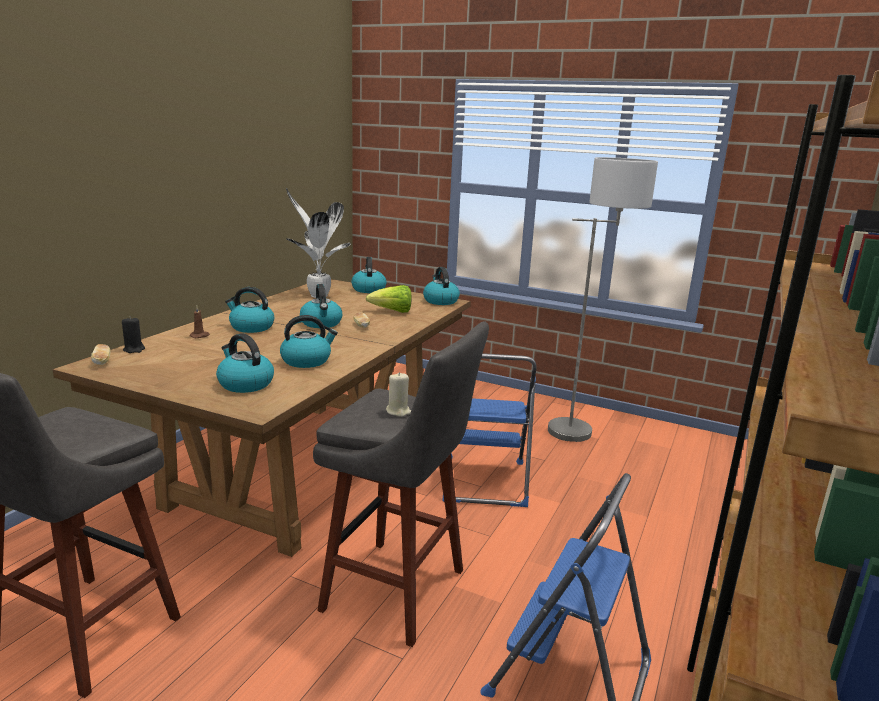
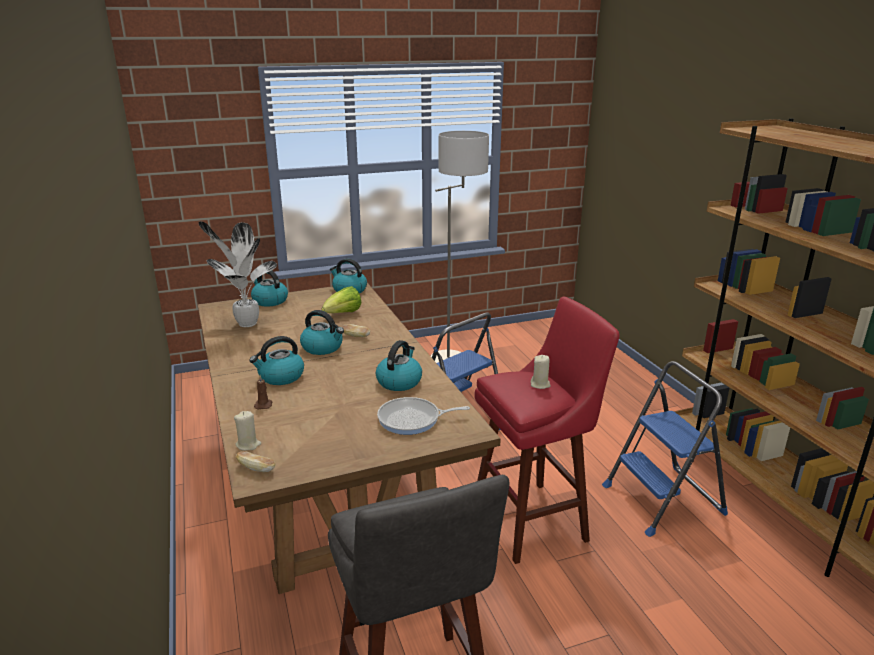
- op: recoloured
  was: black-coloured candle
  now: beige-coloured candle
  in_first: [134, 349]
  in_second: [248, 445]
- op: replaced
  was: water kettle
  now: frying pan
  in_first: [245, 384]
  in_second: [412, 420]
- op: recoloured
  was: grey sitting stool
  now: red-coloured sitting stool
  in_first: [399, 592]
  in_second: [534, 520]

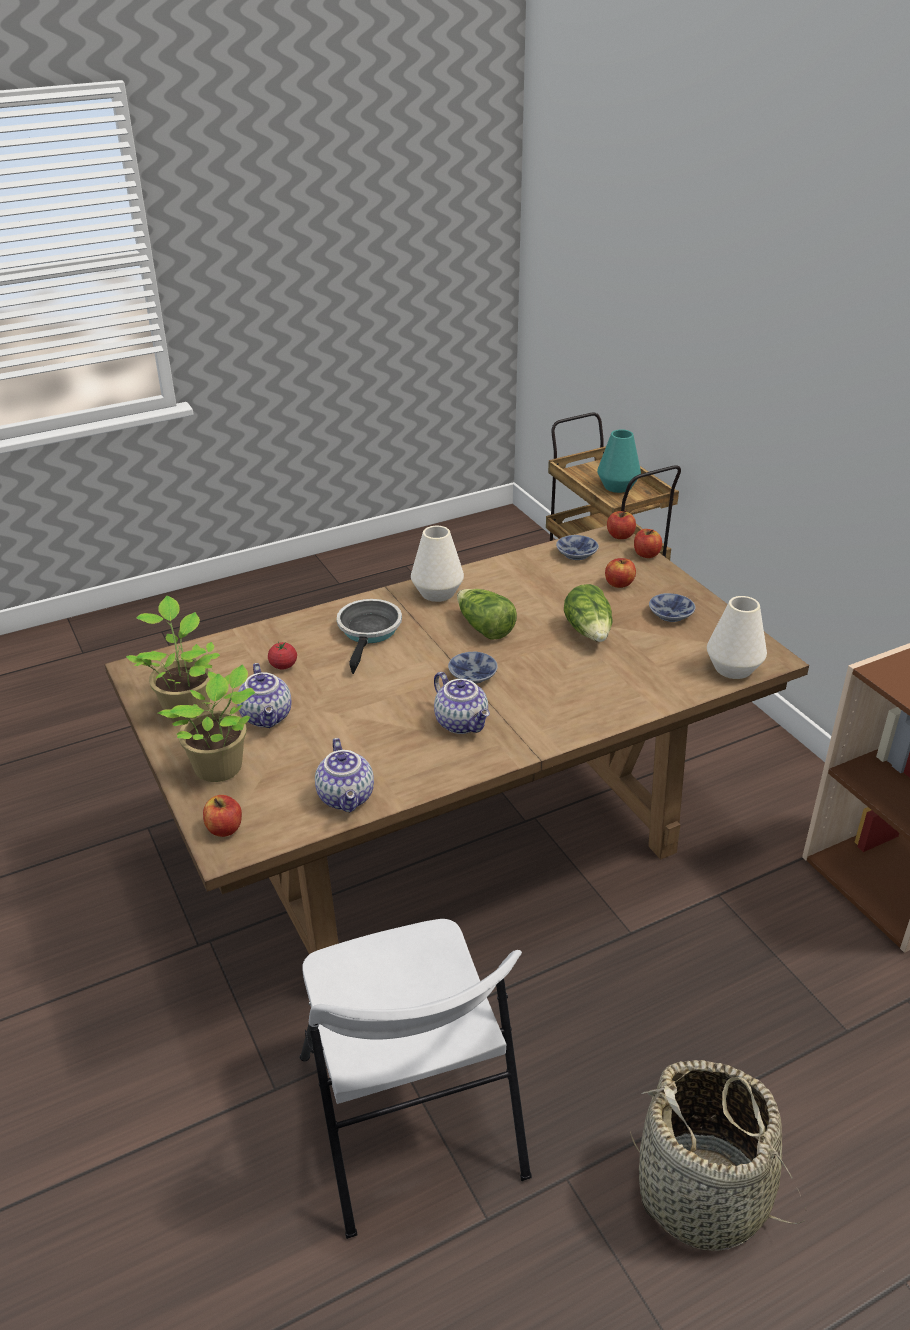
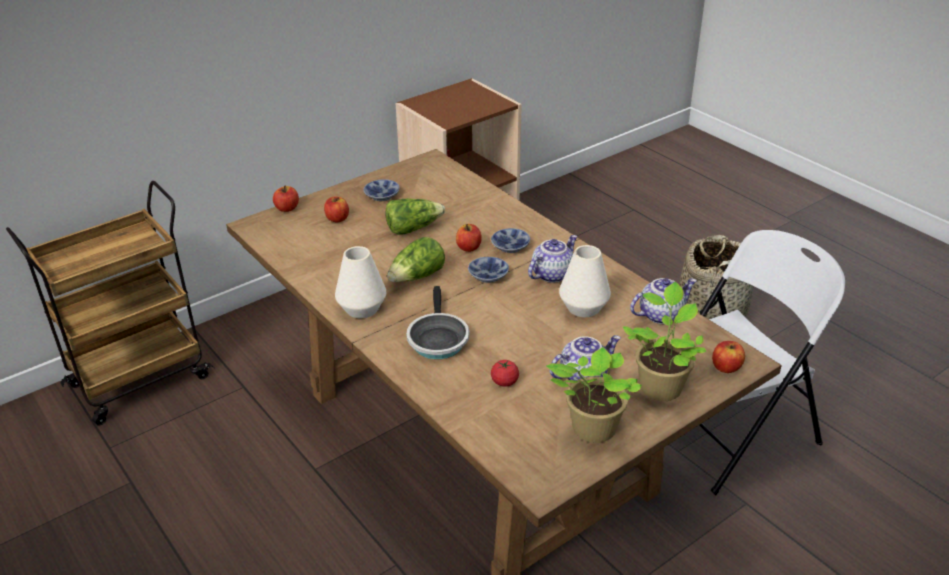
- op: turned
  was: frying pan
  in_first: [369, 632]
  in_second: [437, 339]
  clockwise: -90
- op: moved
  was: serving bowl
  in_first: [578, 554]
  in_second: [511, 246]
- op: removed
  was: turquoise-coloured decorative vase
  in_first: [618, 486]
- op: moved
  was: apple
  in_first: [620, 536]
  in_second: [468, 247]
- op: moved
  was: whitish decorative vase
  in_first: [733, 668]
  in_second: [583, 307]

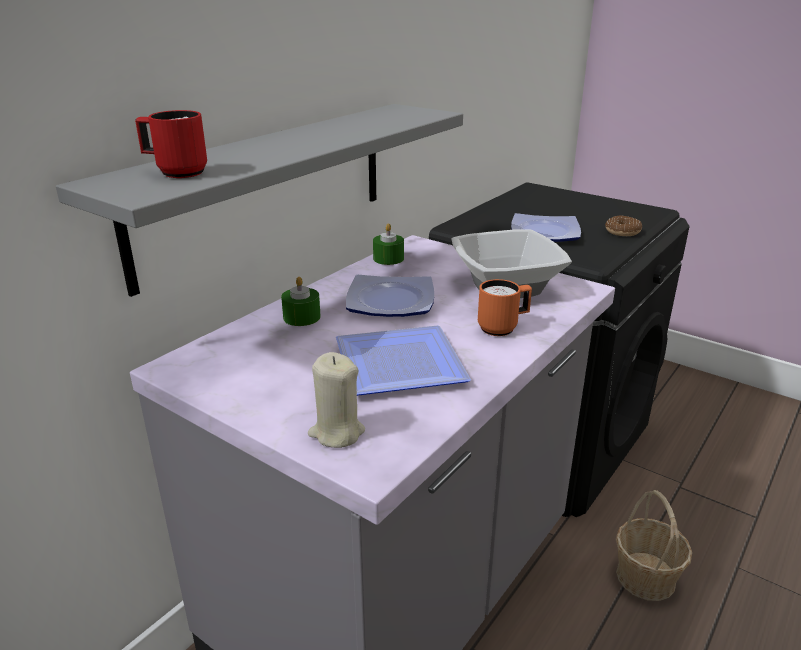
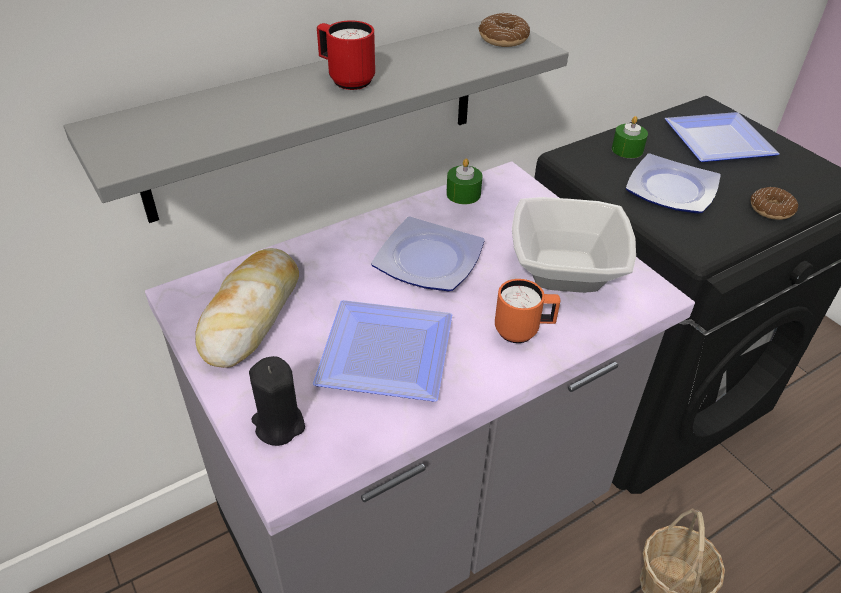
- op: moved
  was: red-coloured tea mug
  in_first: [175, 172]
  in_second: [346, 79]
- op: moved
  was: green-coloured candle
  in_first: [302, 317]
  in_second: [627, 149]
- op: recoloured
  was: beige-coloured candle
  now: black-coloured candle
  in_first: [336, 432]
  in_second: [278, 424]
- op: added
  now: bread
  in_second: [252, 314]
- op: added
  now: ring doughnut
  in_second: [503, 39]
- op: added
  now: dinner plate
  in_second: [722, 142]

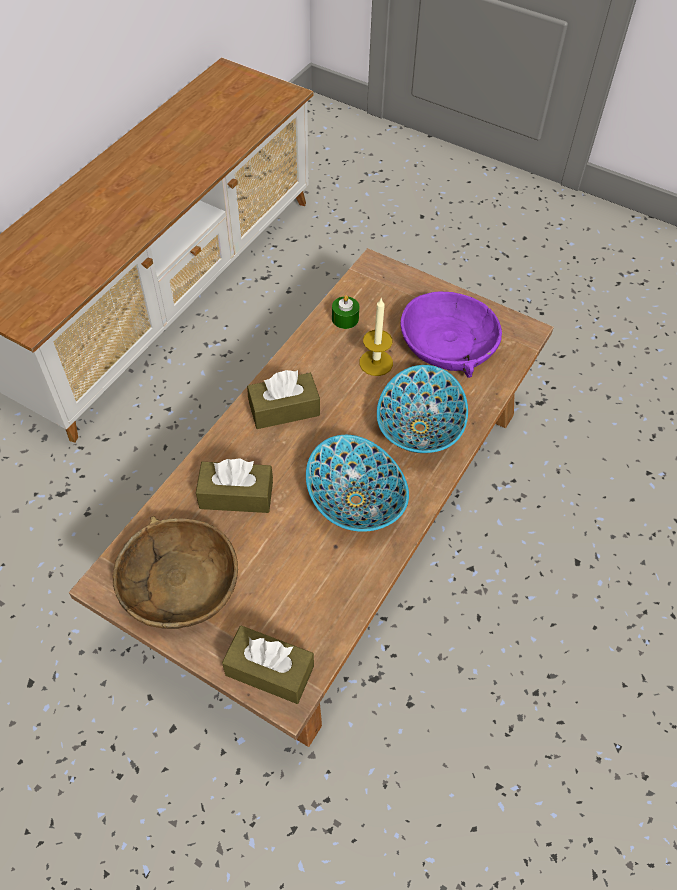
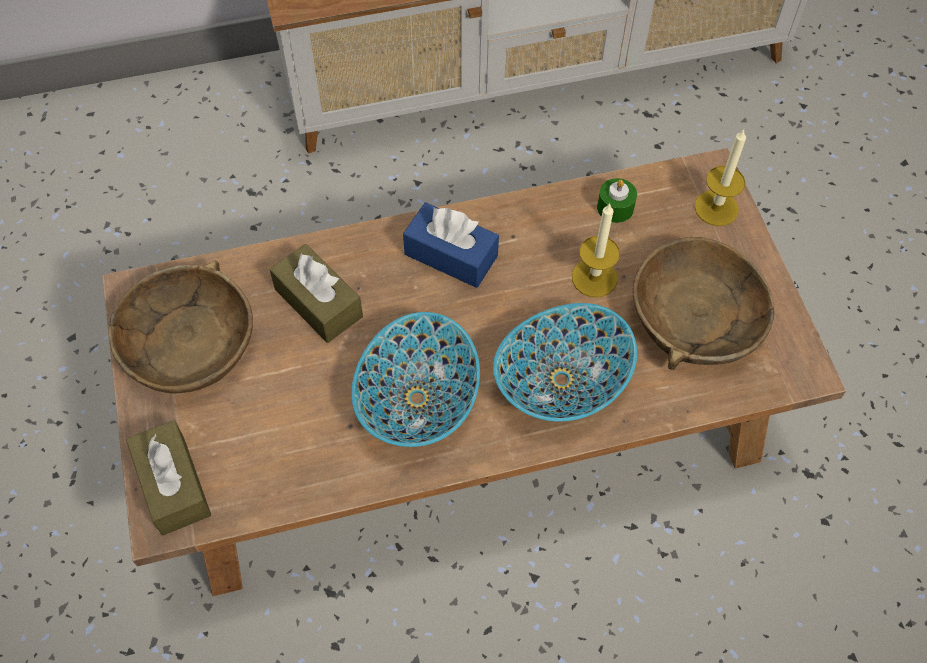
- op: recoloured
  was: brownish tissue holder
  now: bluish tissue holder
  in_first: [284, 409]
  in_second: [451, 255]
- op: recoloured
  was: purple-coloured serving bowl
  now: brownish serving bowl
  in_first: [448, 344]
  in_second: [696, 317]
- op: added
  now: candle
  in_second: [716, 208]

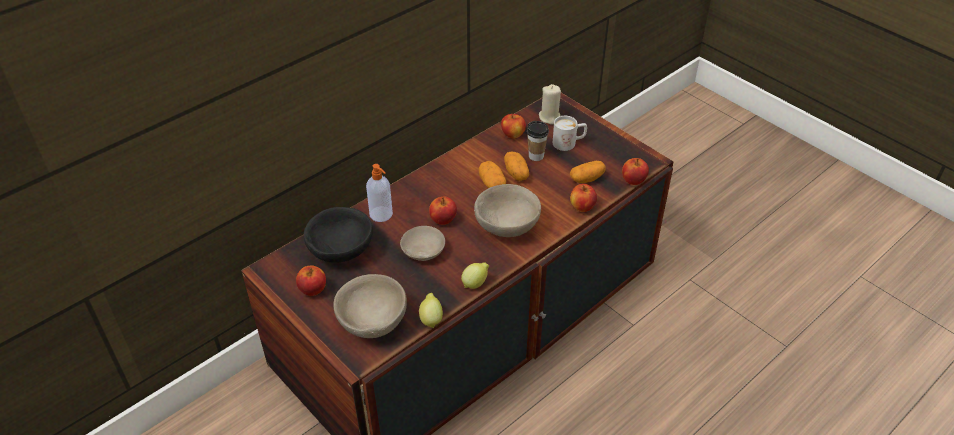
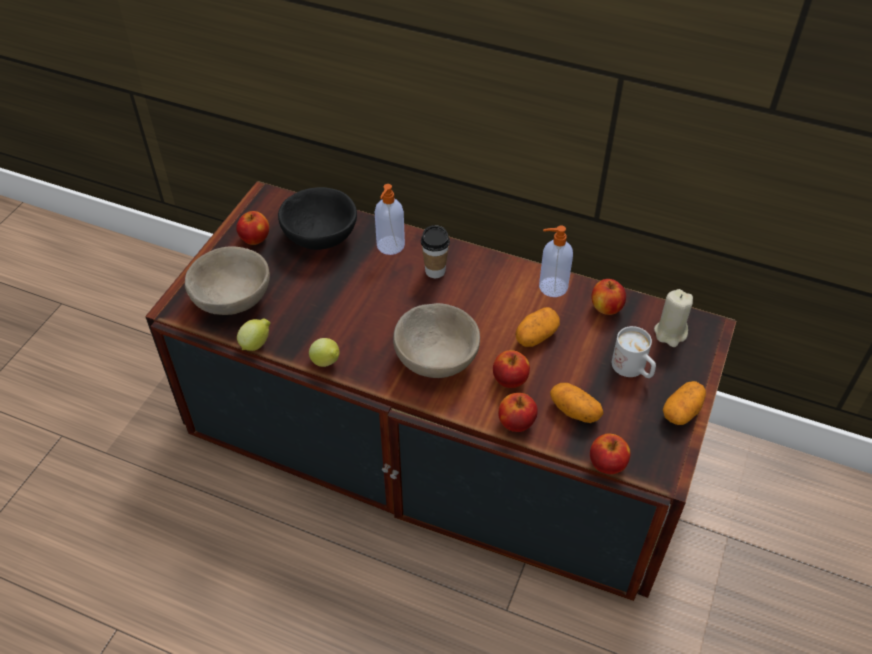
- op: removed
  was: beige-coloured serving bowl
  in_first: [425, 250]
- op: moved
  was: apple
  in_first: [443, 220]
  in_second: [510, 380]
- op: moved
  was: spud
  in_first: [491, 183]
  in_second: [682, 411]
- op: moved
  was: small cup
  in_first: [536, 156]
  in_second: [435, 271]
- op: added
  now: liquid soap bottle
  in_second: [552, 287]

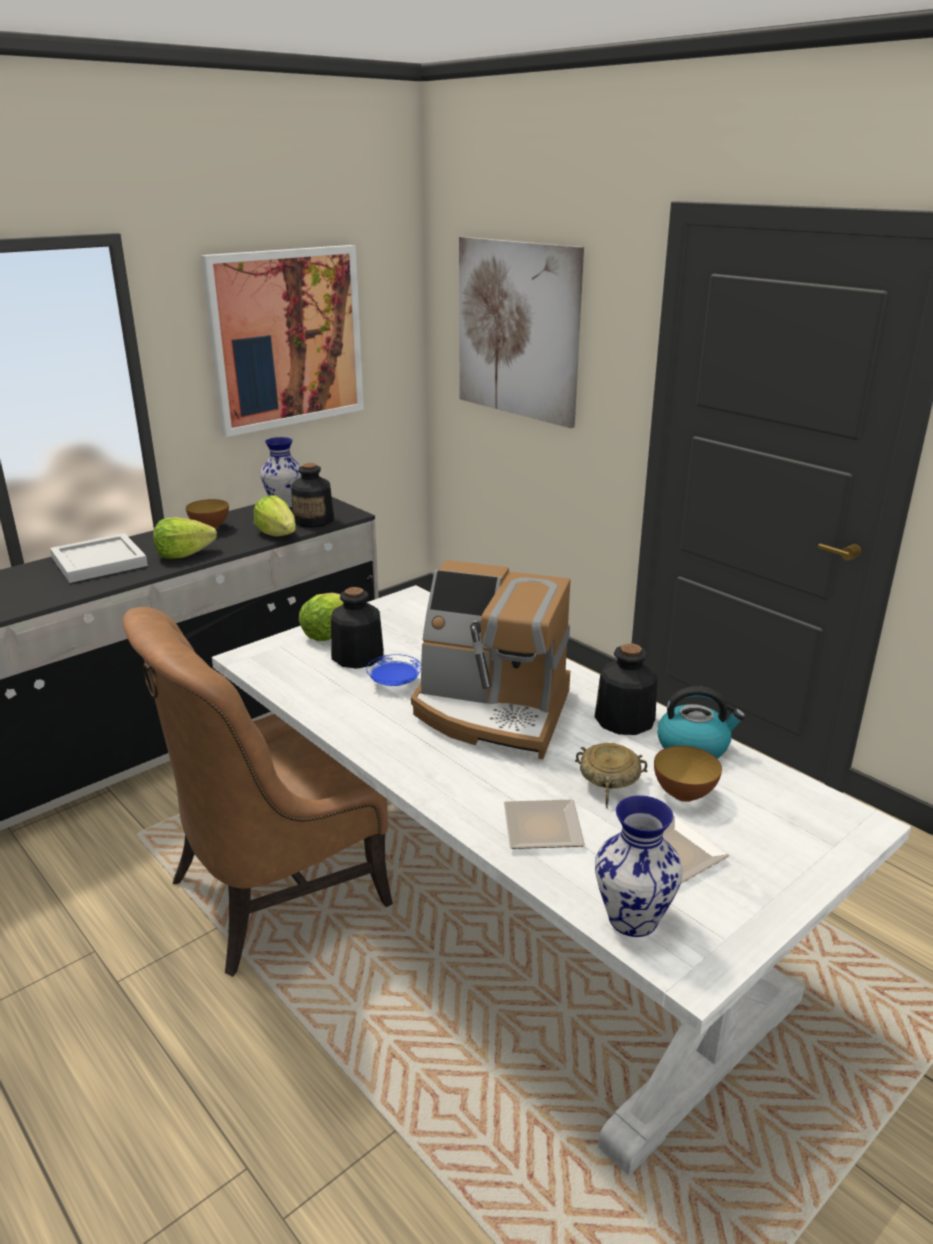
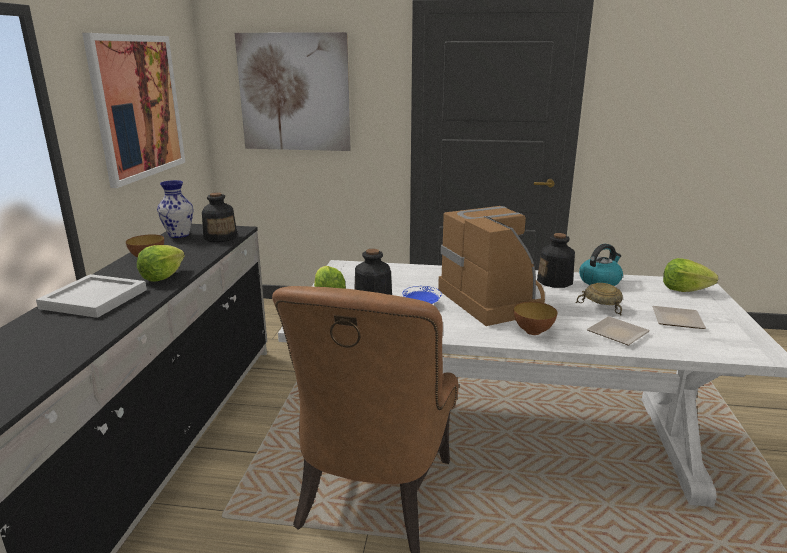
- op: moved
  was: head of lettuce
  in_first: [278, 534]
  in_second: [684, 289]
- op: turned
  was: coffee maker
  in_first: [492, 711]
  in_second: [495, 299]
  clockwise: -90
- op: removed
  was: decorative vase
  in_first: [634, 918]
- op: moved
  was: serving bowl
  in_first: [683, 794]
  in_second: [533, 331]

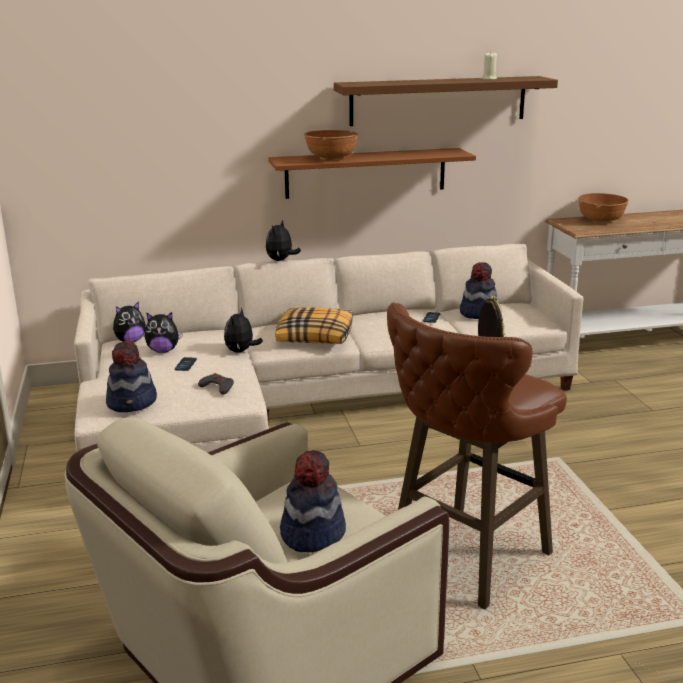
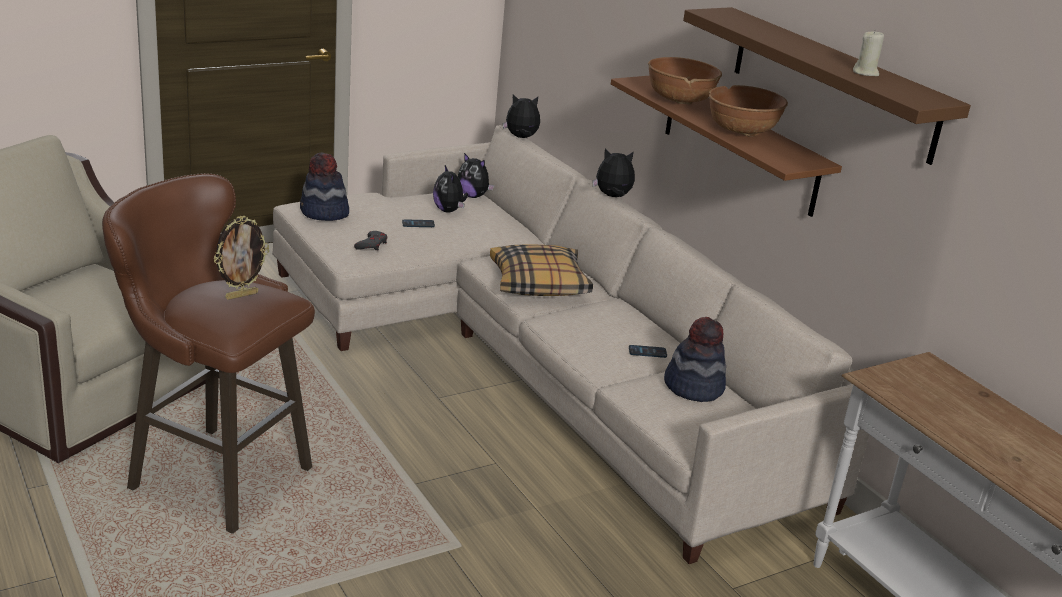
- op: moved
  was: plush toy
  in_first: [241, 351]
  in_second: [521, 138]
- op: removed
  was: clothing hat
  in_first: [312, 533]
- op: moved
  was: brownish serving bowl
  in_first: [601, 220]
  in_second: [741, 131]

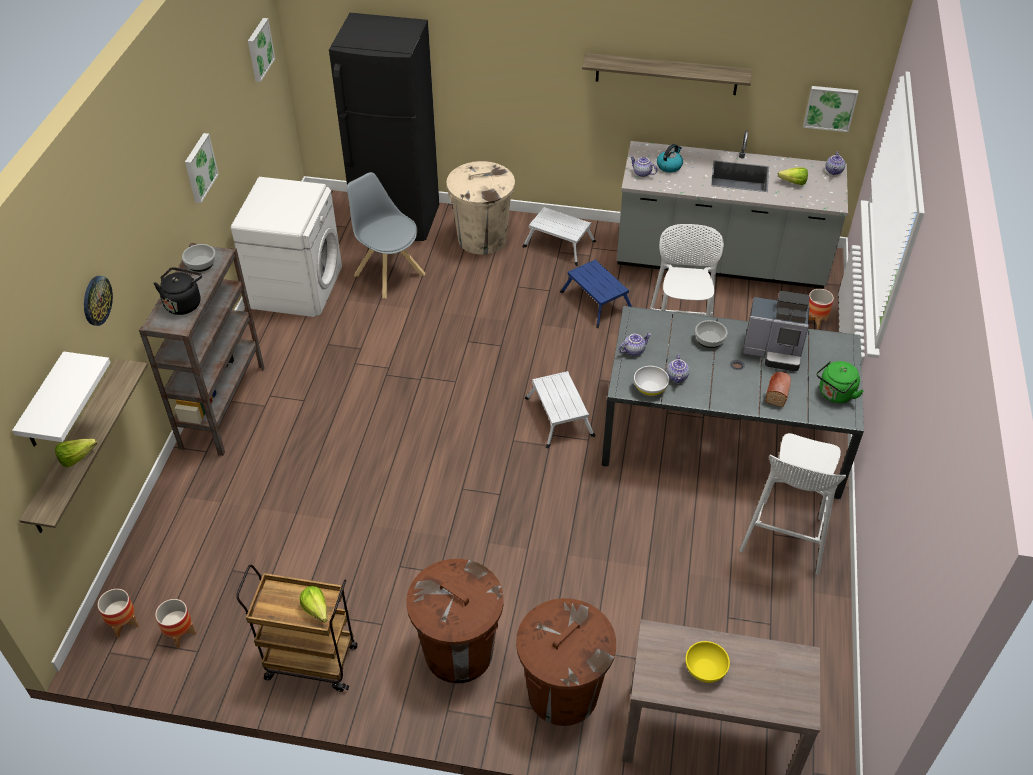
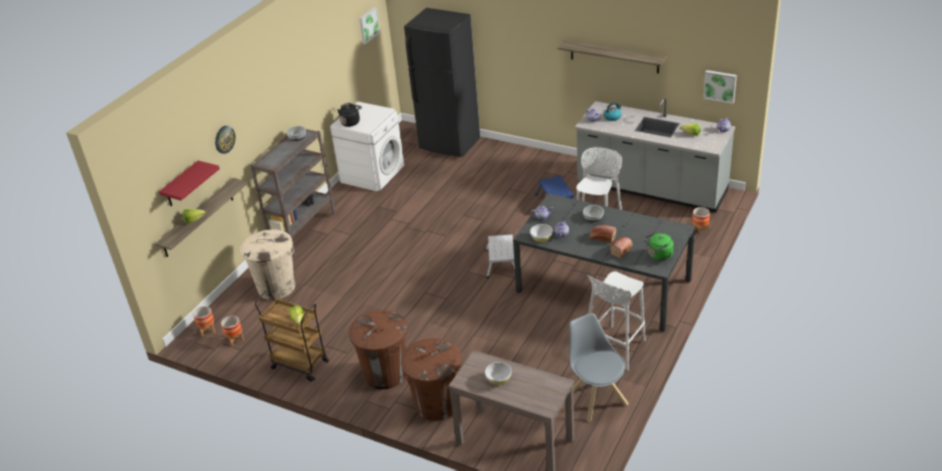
- op: recoloured
  was: whitish shelf
  now: red-coloured shelf
  in_first: [44, 403]
  in_second: [181, 185]
- op: moved
  was: black-coloured water kettle
  in_first: [184, 303]
  in_second: [351, 122]
- op: removed
  was: wall picture
  in_first: [199, 167]
- op: moved
  was: grey upright chair
  in_first: [388, 273]
  in_second: [596, 398]
- op: moved
  was: beige-coloured trash can
  in_first: [482, 238]
  in_second: [276, 287]
- op: removed
  was: whitish step ladder
  in_first: [559, 244]
- op: recoloured
  was: yellowish serving bowl
  now: whitish serving bowl
  in_first: [705, 669]
  in_second: [498, 379]
- op: removed
  was: coffee maker
  in_first: [774, 351]
- op: added
  now: bread
  in_second: [602, 238]

